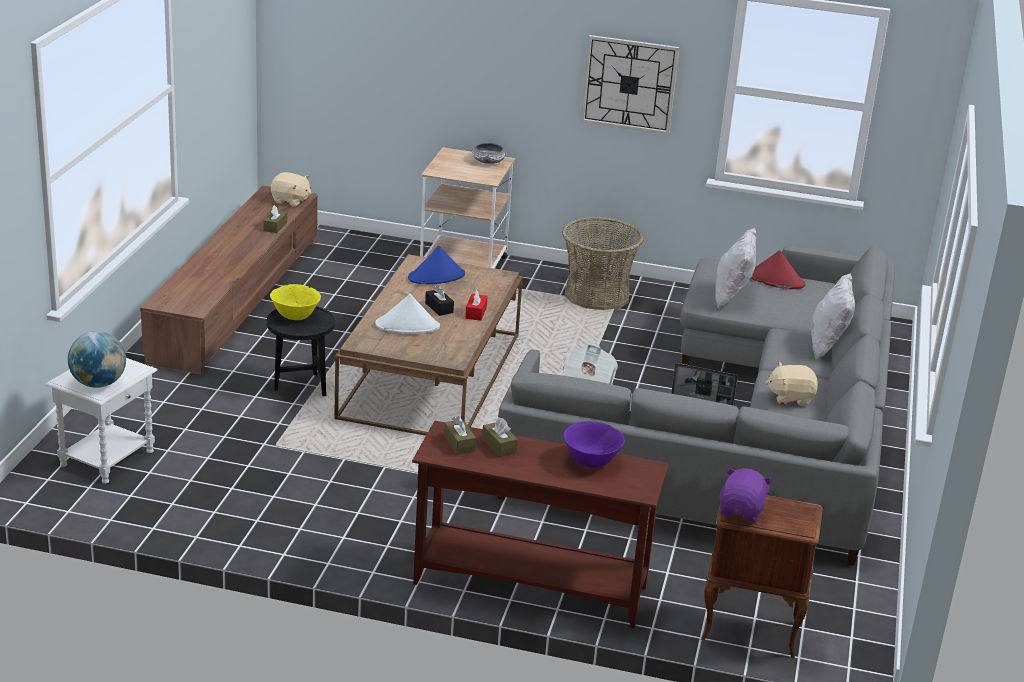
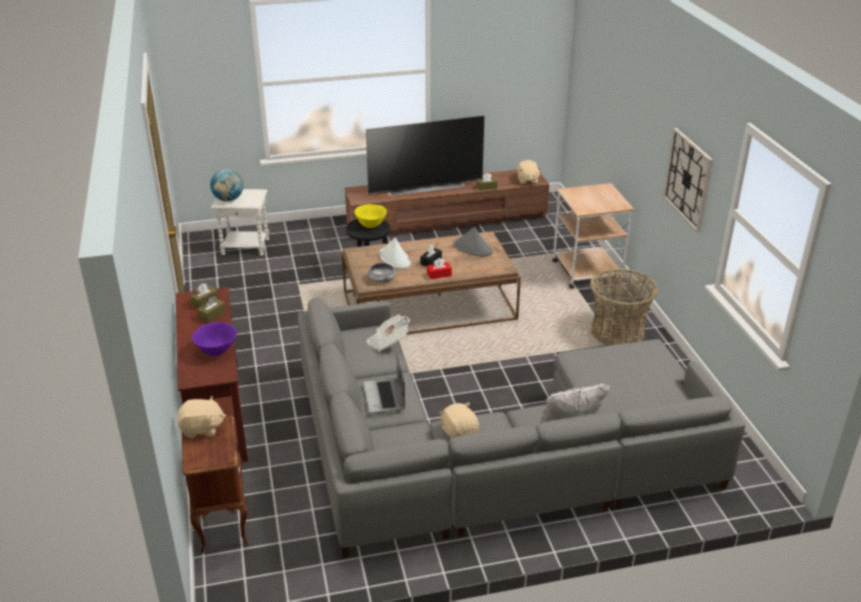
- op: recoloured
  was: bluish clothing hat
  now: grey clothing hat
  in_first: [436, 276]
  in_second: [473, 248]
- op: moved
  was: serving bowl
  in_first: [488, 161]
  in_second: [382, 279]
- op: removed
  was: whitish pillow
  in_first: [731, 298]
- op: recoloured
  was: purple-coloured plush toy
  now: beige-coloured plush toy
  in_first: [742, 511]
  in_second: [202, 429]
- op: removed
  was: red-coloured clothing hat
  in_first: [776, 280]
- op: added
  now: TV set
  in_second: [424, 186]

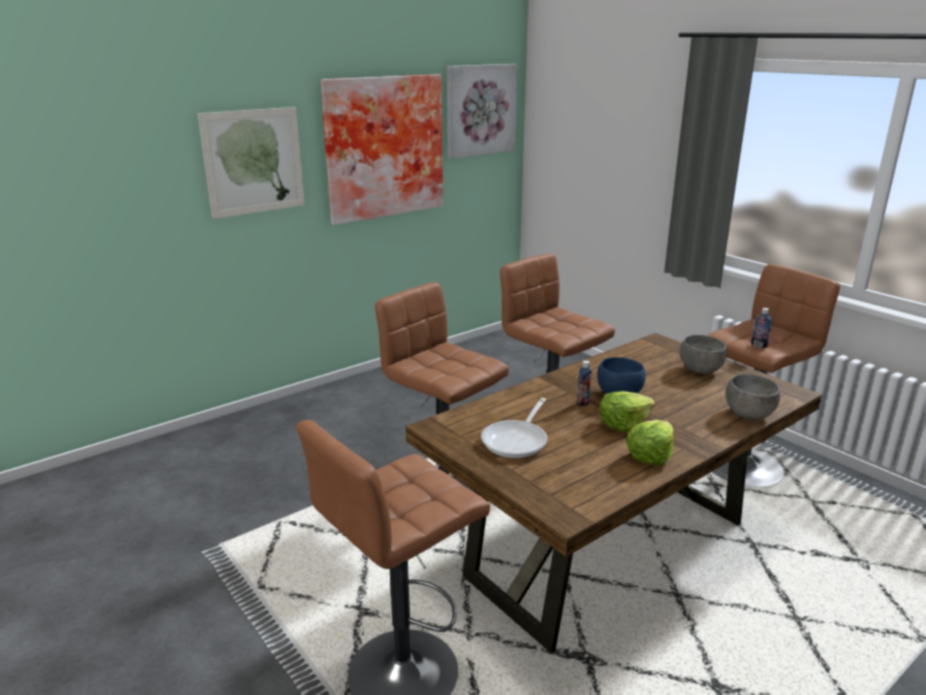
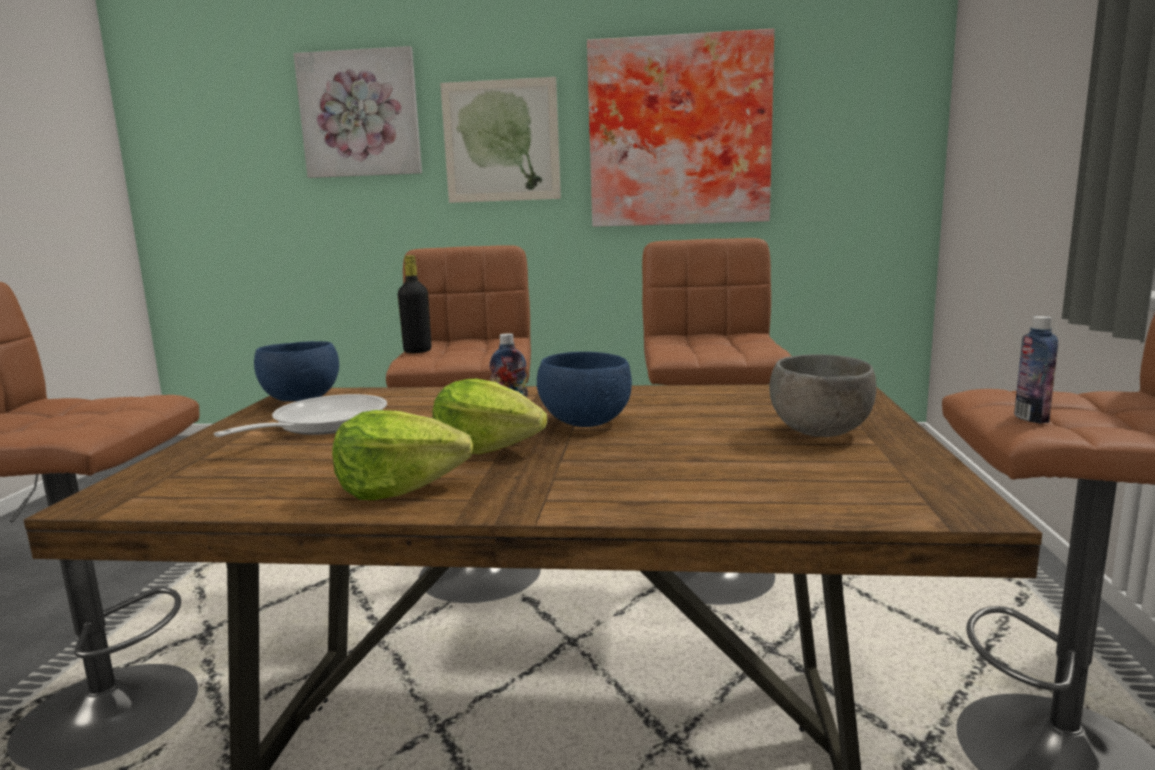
- op: moved
  was: wall picture
  in_first: [480, 110]
  in_second: [360, 114]
- op: turned
  was: frying pan
  in_first: [517, 440]
  in_second: [322, 424]
  clockwise: 135
- op: removed
  was: grey serving bowl
  in_first: [748, 415]
- op: added
  now: bluish serving bowl
  in_second: [303, 399]
- op: added
  now: black-coloured beverage bottle
  in_second: [417, 351]

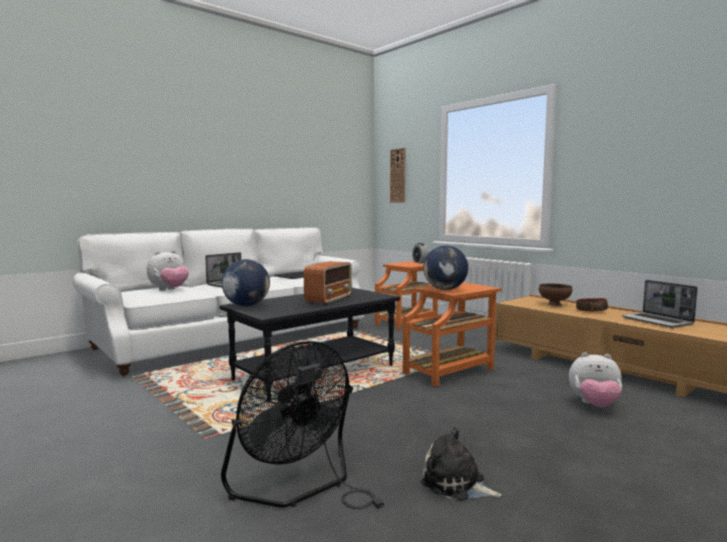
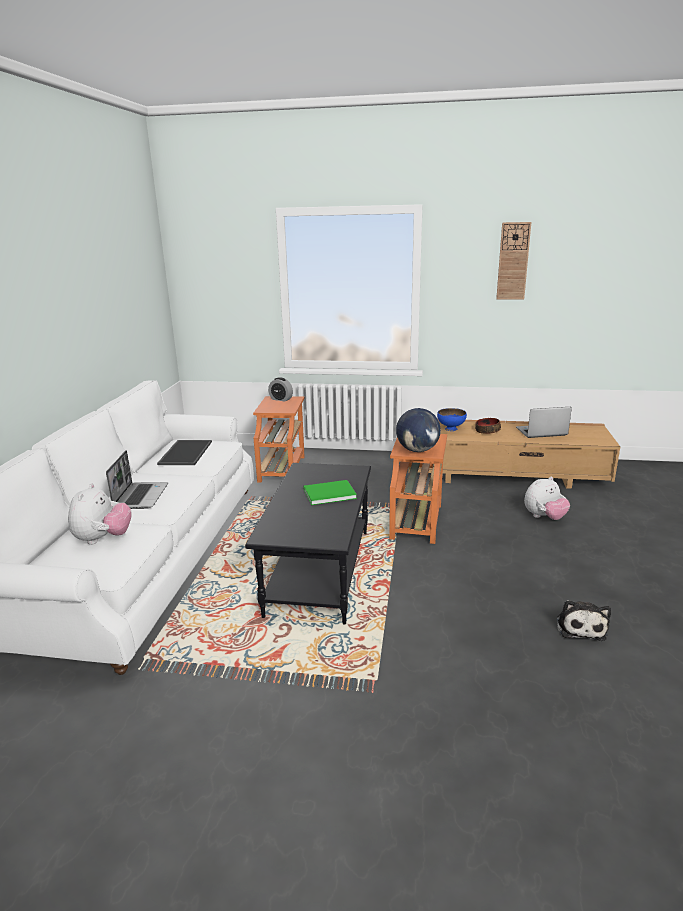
- op: removed
  was: black-coloured electric fan
  in_first: [309, 484]
- op: removed
  was: globe
  in_first: [246, 305]
- op: replaced
  was: radio set
  now: green-coloured volume
  in_first: [329, 299]
  in_second: [327, 493]
- op: moved
  was: wall clock
  in_first: [398, 176]
  in_second: [513, 261]
- op: turned
  was: plush toy
  in_first: [456, 484]
  in_second: [580, 627]
  clockwise: -75
- op: recoloured
  was: brownish serving bowl
  now: bluish serving bowl
  in_first: [554, 304]
  in_second: [451, 429]
- op: turned
  was: notebook computer
  in_first: [657, 321]
  in_second: [541, 432]
  clockwise: 150

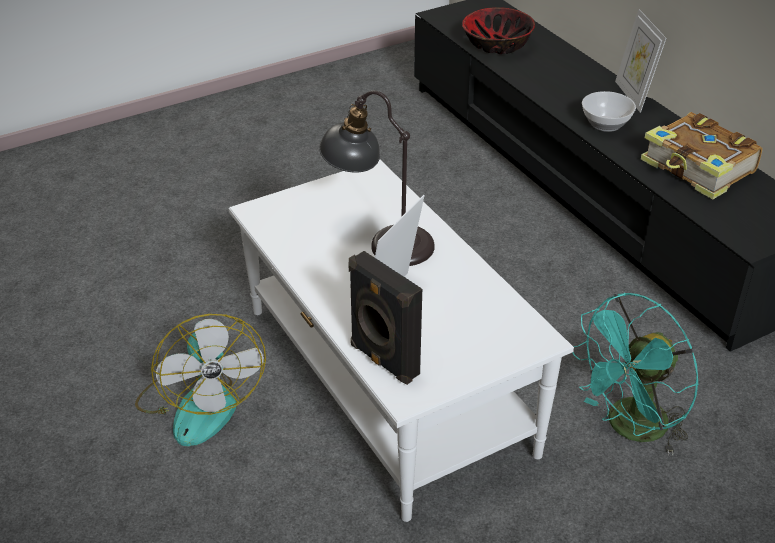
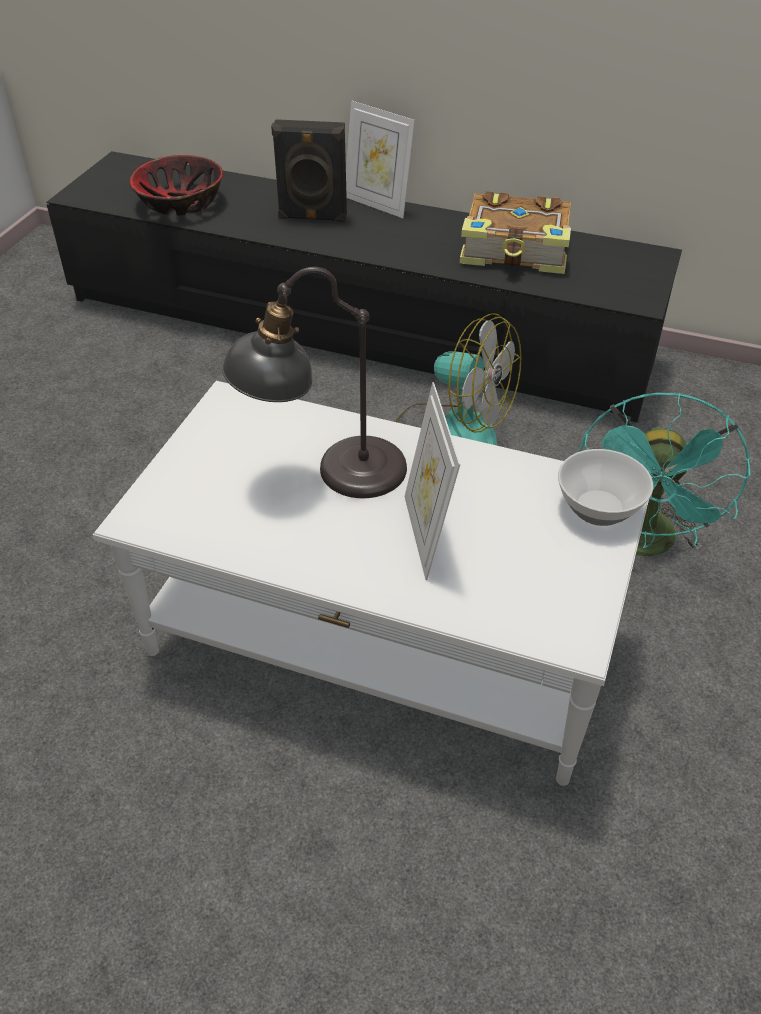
- op: moved
  was: electric fan
  in_first: [200, 403]
  in_second: [450, 433]
- op: moved
  was: black-coloured speaker
  in_first: [382, 361]
  in_second: [312, 217]
- op: moved
  was: serving bowl
  in_first: [604, 124]
  in_second: [598, 509]

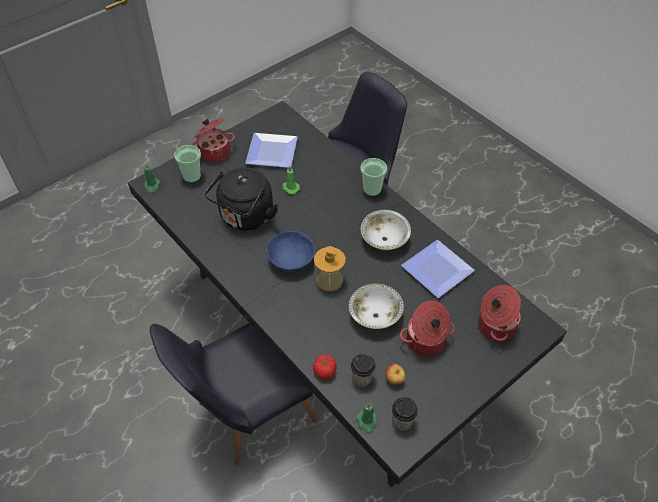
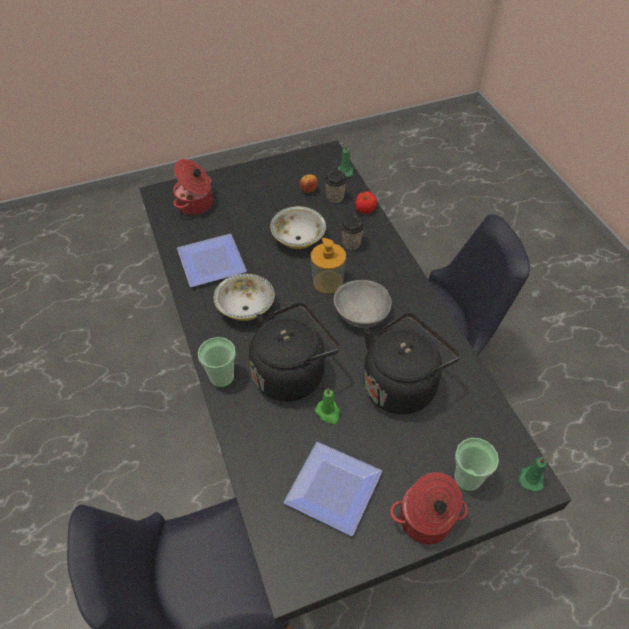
- op: recoloured
  was: bluish serving bowl
  now: grey serving bowl
  in_first: [291, 259]
  in_second: [361, 314]
- op: moved
  was: small cup
  in_first: [402, 421]
  in_second: [351, 243]
- op: removed
  was: cooking pot
  in_first: [425, 341]
- op: added
  now: black-coloured water kettle
  in_second: [292, 372]

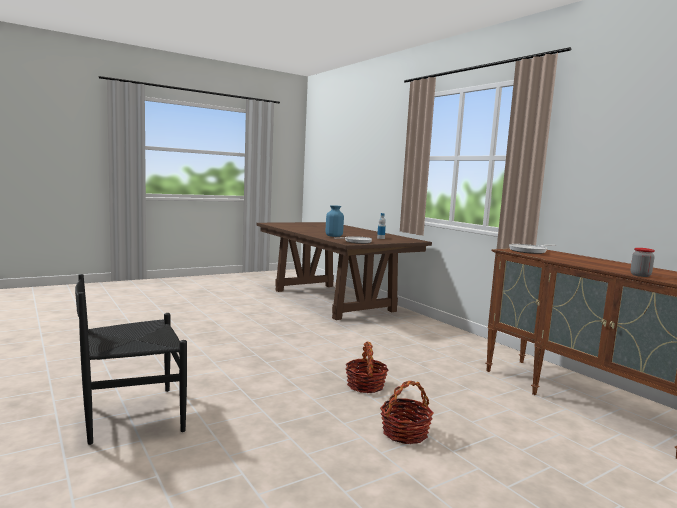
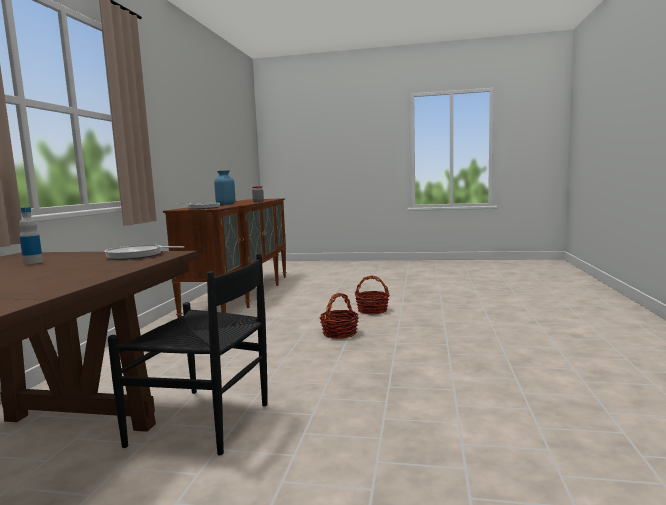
- op: moved
  was: black-coloured upright chair
  in_first: [132, 417]
  in_second: [204, 422]
- op: moved
  was: bluish decorative vase
  in_first: [334, 236]
  in_second: [225, 204]

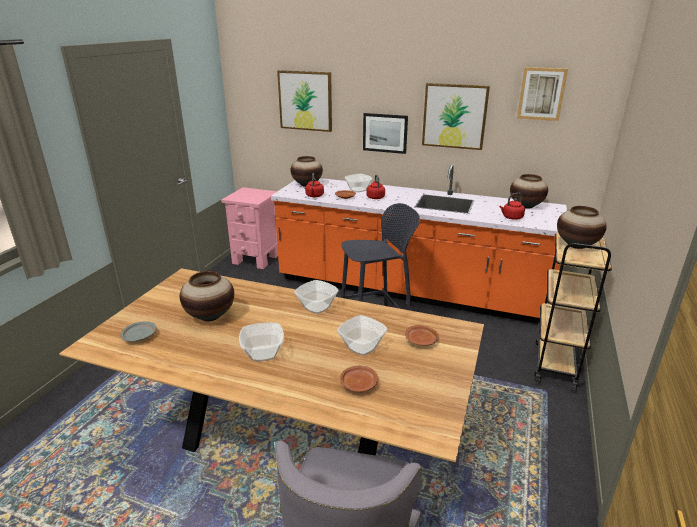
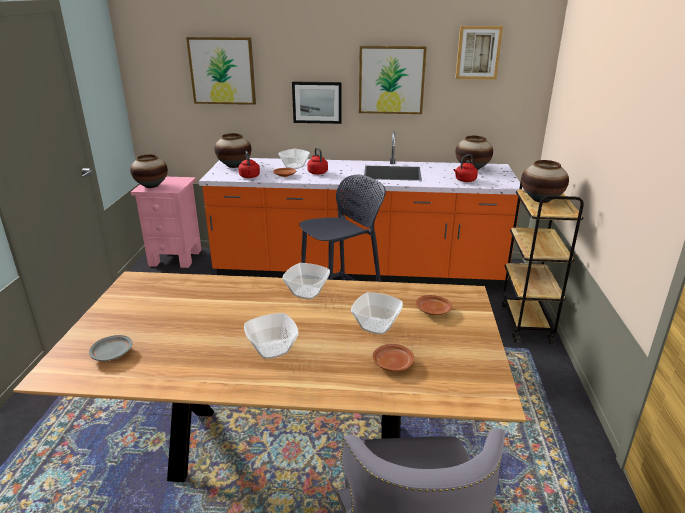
- op: moved
  was: decorative vase
  in_first: [210, 316]
  in_second: [151, 186]

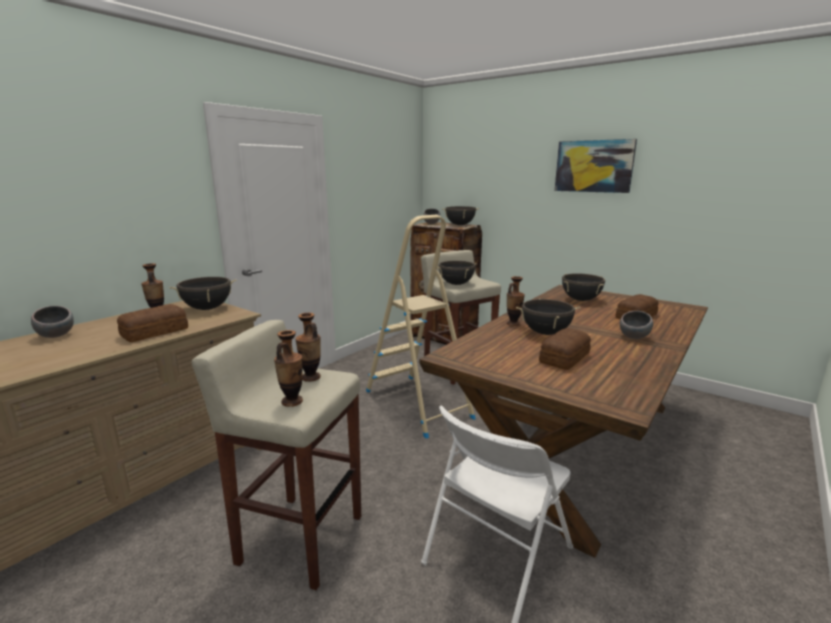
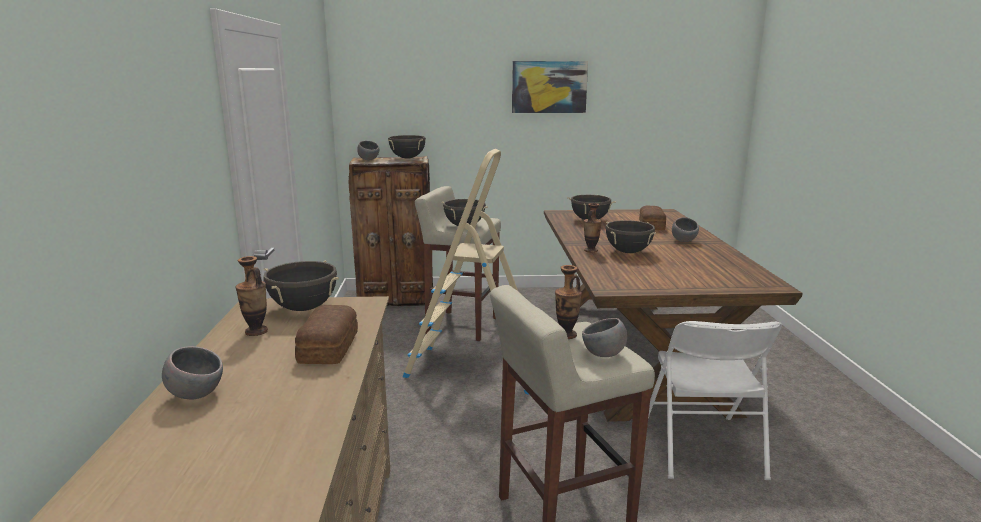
- op: replaced
  was: decorative vase
  now: grey serving bowl
  in_first: [292, 402]
  in_second: [604, 355]
- op: removed
  was: bread
  in_first: [563, 358]

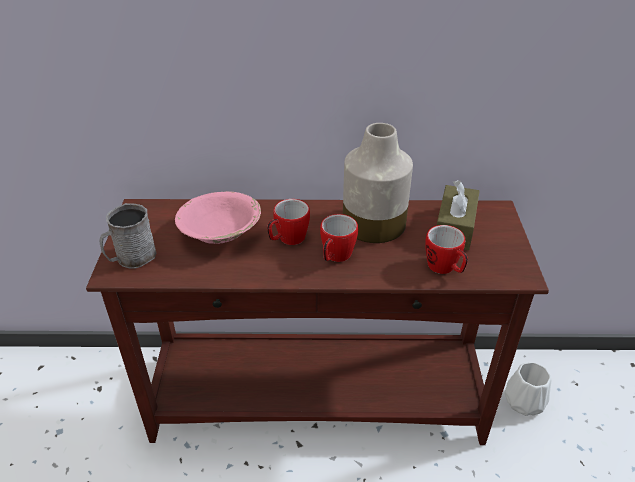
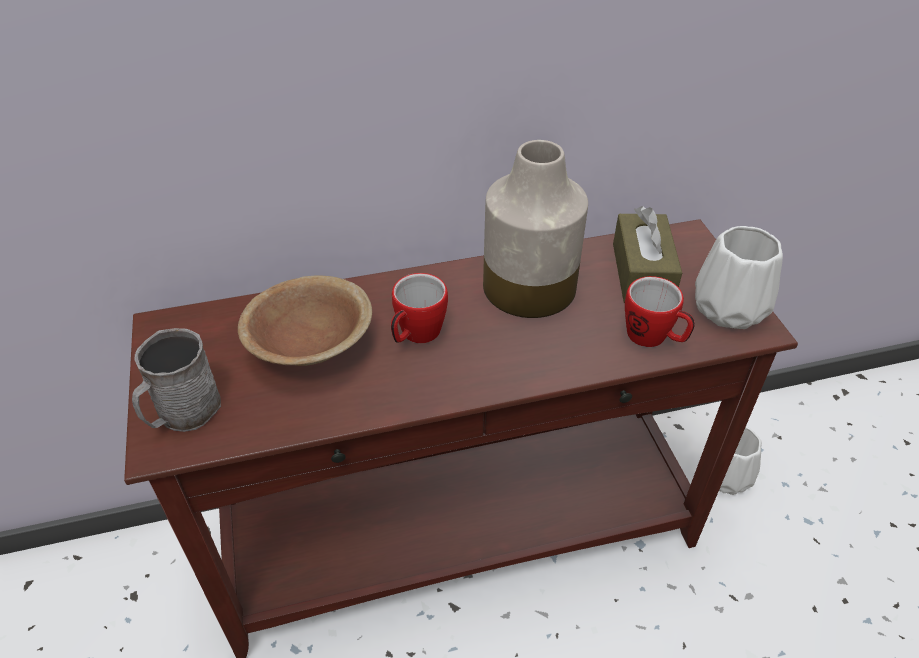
- op: recoloured
  was: pink serving bowl
  now: brownish serving bowl
  in_first: [220, 233]
  in_second: [310, 344]
- op: removed
  was: tea mug
  in_first: [335, 257]
- op: added
  now: whitish decorative vase
  in_second: [730, 308]

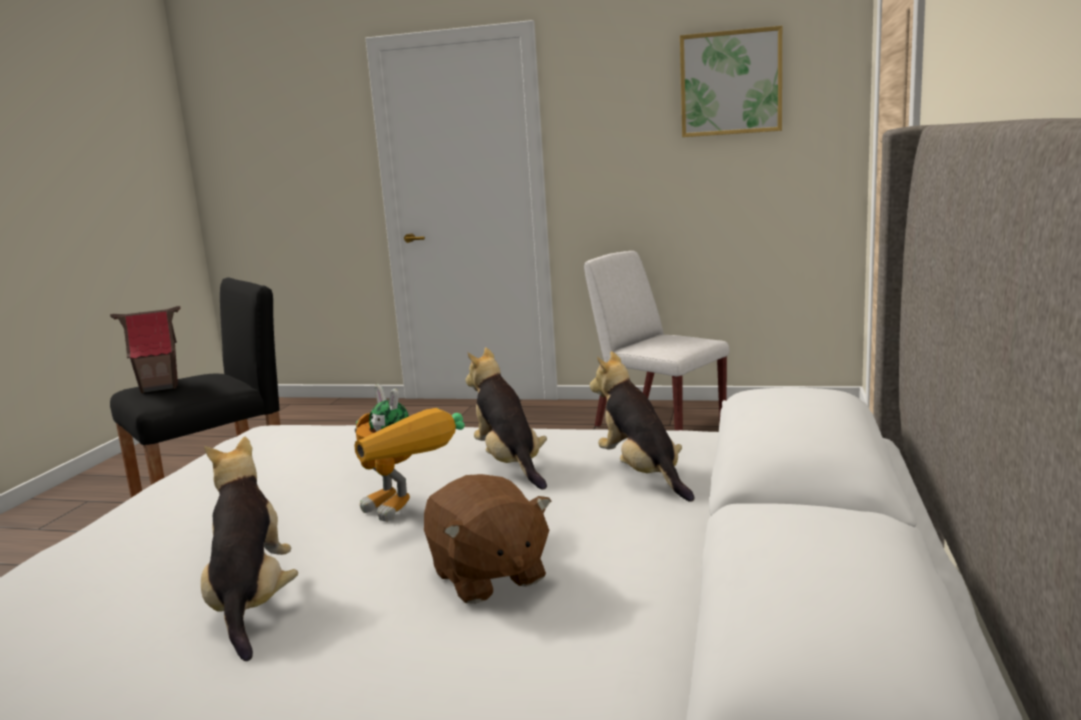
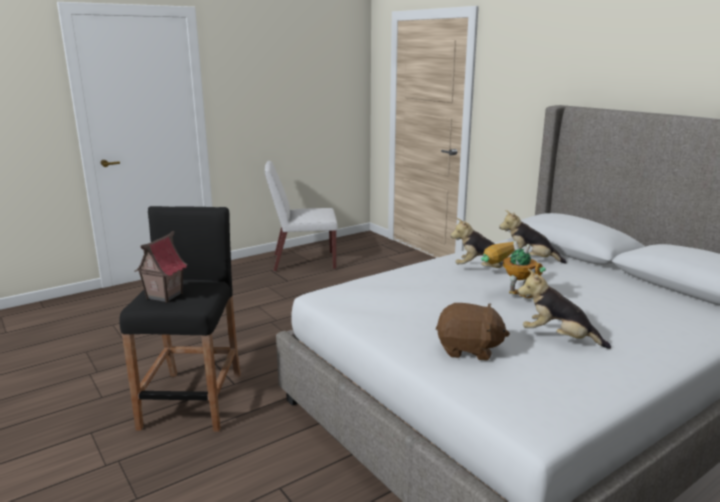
- op: turned
  was: robot figure
  in_first: [407, 512]
  in_second: [508, 296]
  clockwise: -135
- op: moved
  was: brownish plush toy
  in_first: [487, 576]
  in_second: [468, 350]
- op: removed
  was: wall picture
  in_first: [731, 83]

